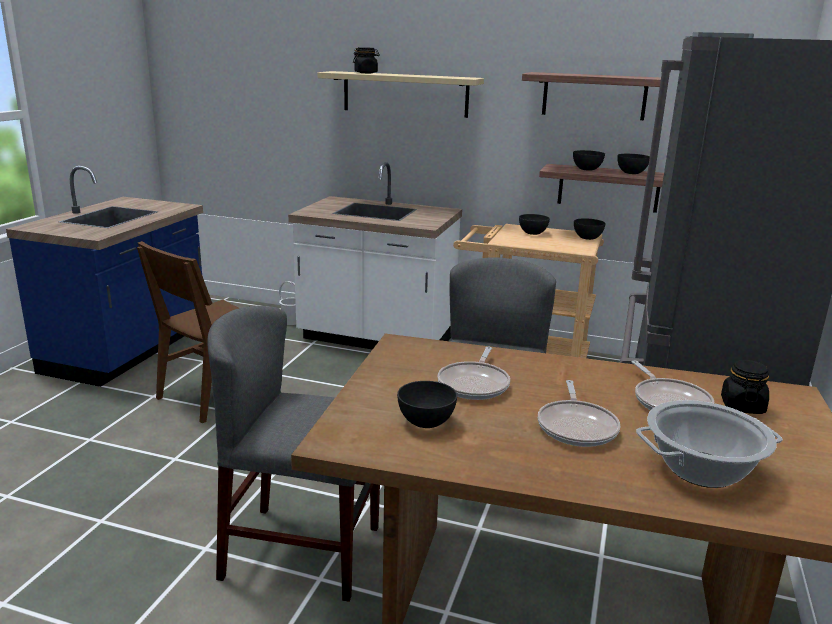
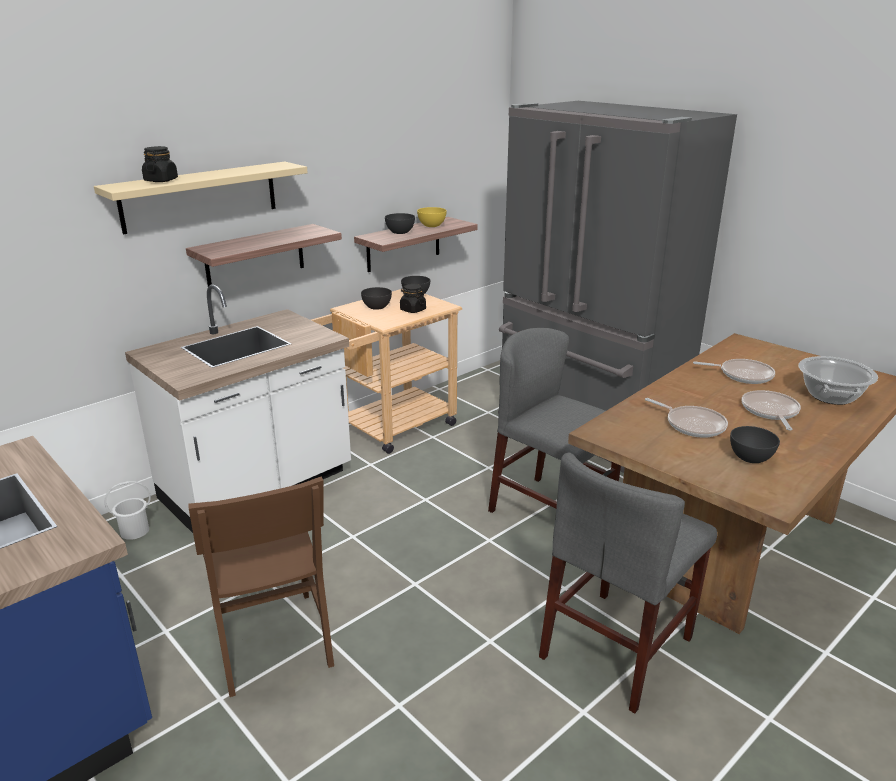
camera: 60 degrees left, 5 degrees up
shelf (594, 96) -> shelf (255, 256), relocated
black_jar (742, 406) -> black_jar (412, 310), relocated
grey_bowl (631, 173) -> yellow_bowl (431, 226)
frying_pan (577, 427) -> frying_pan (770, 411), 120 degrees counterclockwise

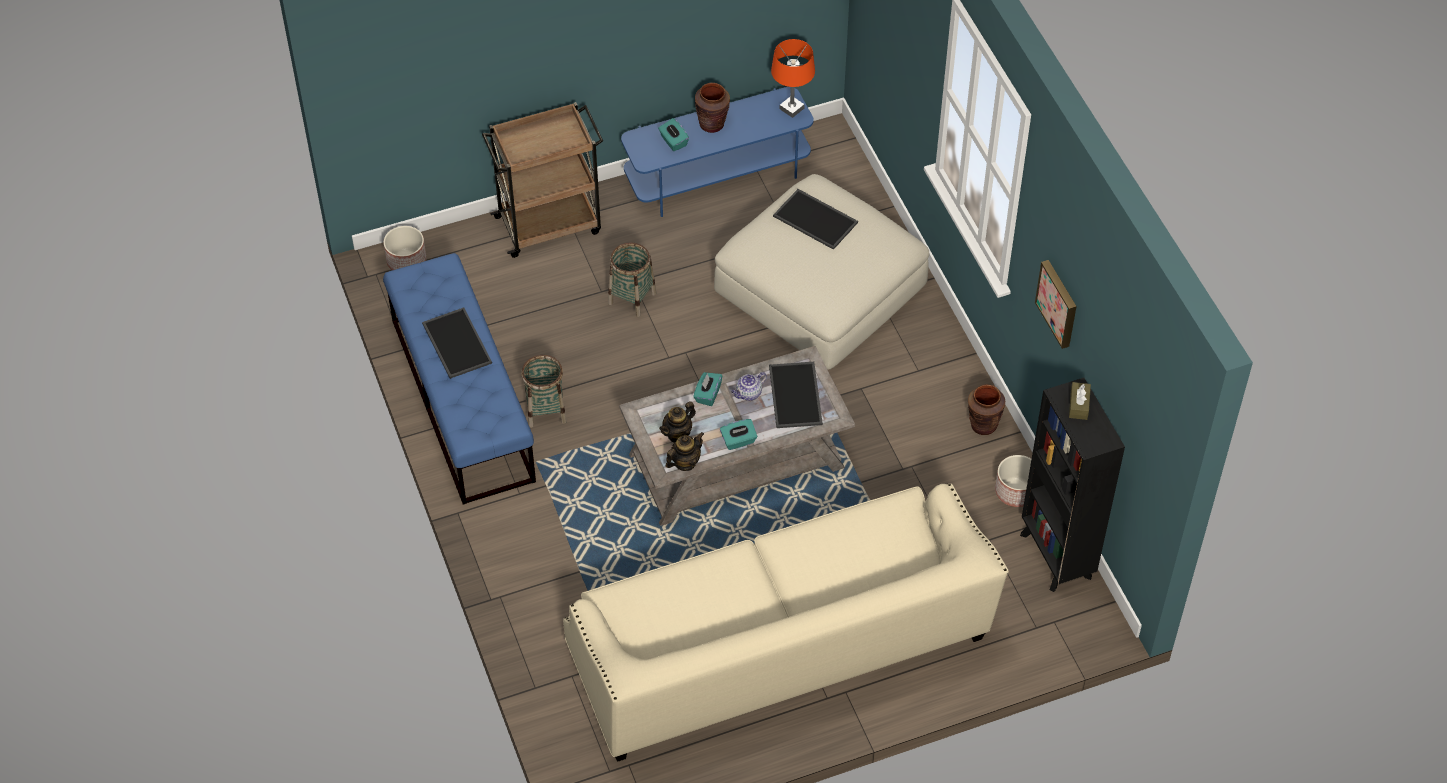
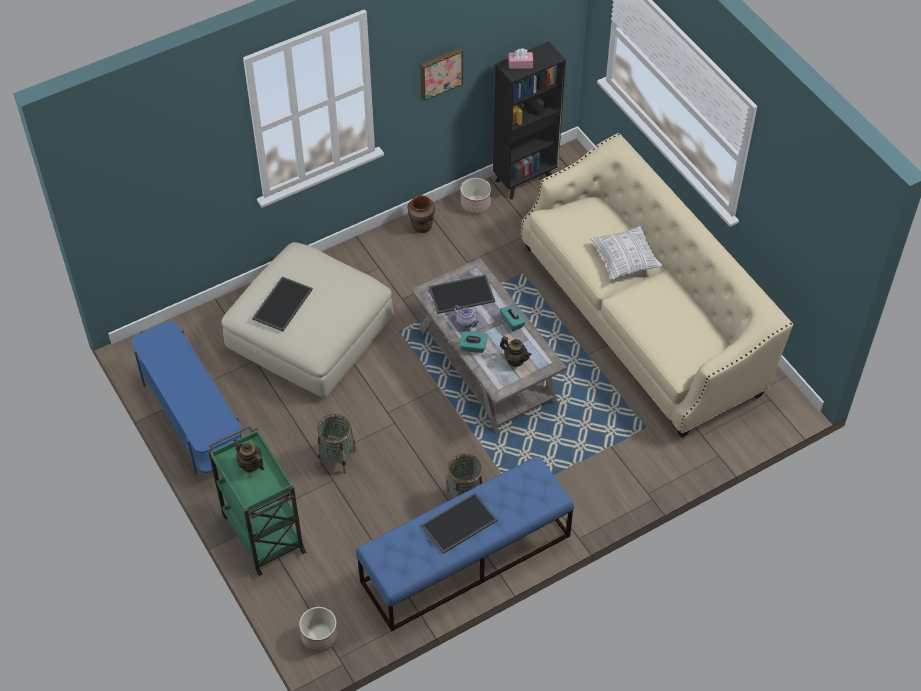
camera: 100 degrees left, 0 degrees up
turquoise_tissue_box (673, 141) -> none
brown_vase (712, 124) -> none
orange_table_lamp (791, 108) -> none
none -> pillow (626, 259)
teapot (685, 462) -> teapot (250, 465), relocated
brown_cart (550, 224) -> green_cart (262, 532)
brown_tissue_box (1078, 405) -> pink_tissue_box (520, 64)

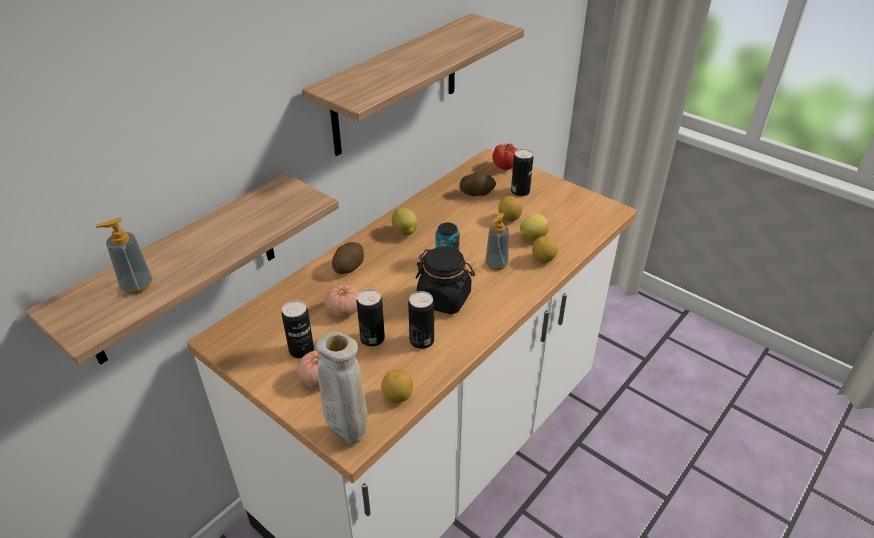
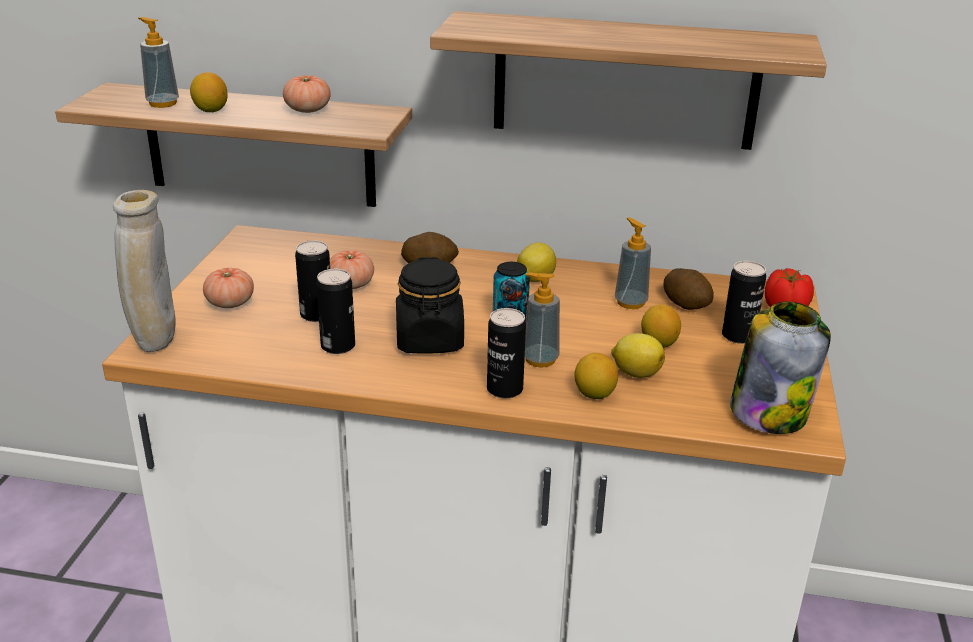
camera: 60 degrees right, 10 degrees down
none -> tomato (307, 110)
none -> soap_dispenser (630, 302)
none -> jar (769, 412)
can (301, 350) -> can (504, 389), relocated
lemon (397, 396) -> lemon (210, 110), relocated

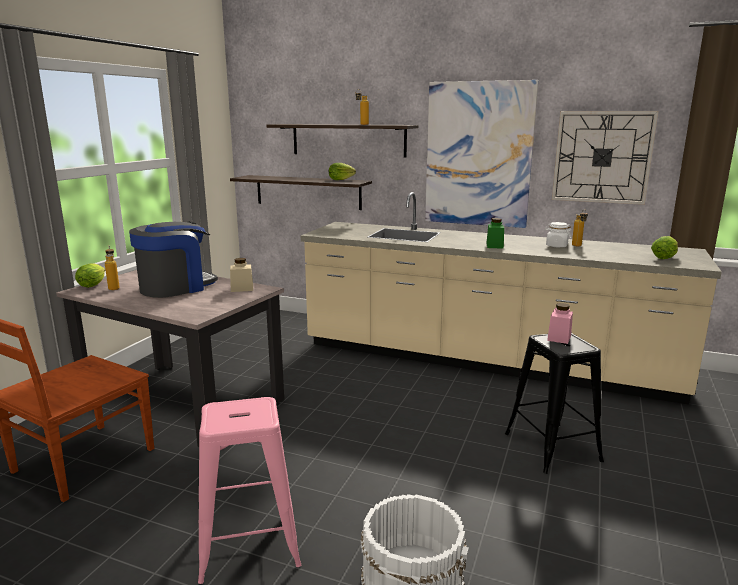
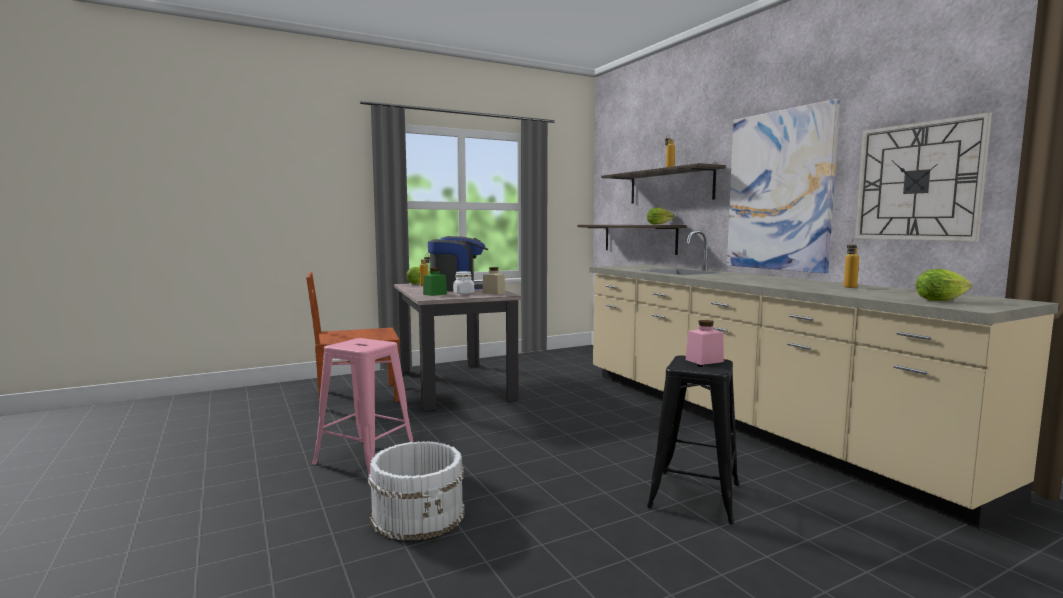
camera: 40 degrees right, 10 degrees down
green_jar (494, 246) -> green_jar (435, 294), relocated
white_jar (556, 246) -> white_jar (463, 293), relocated

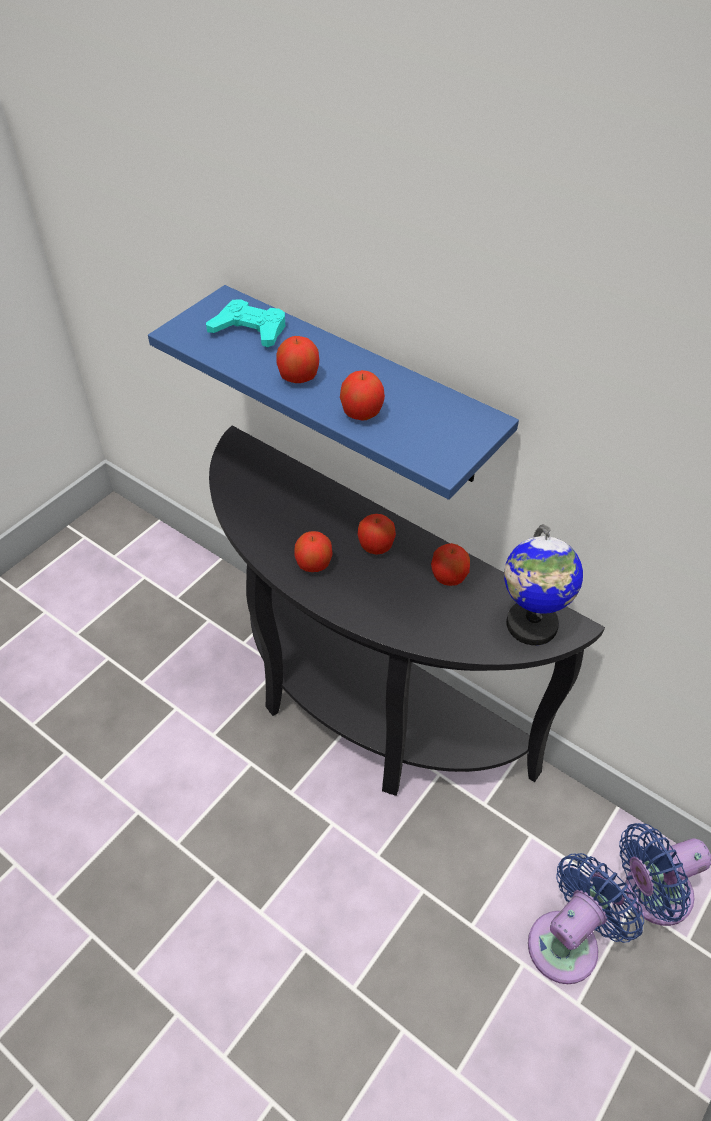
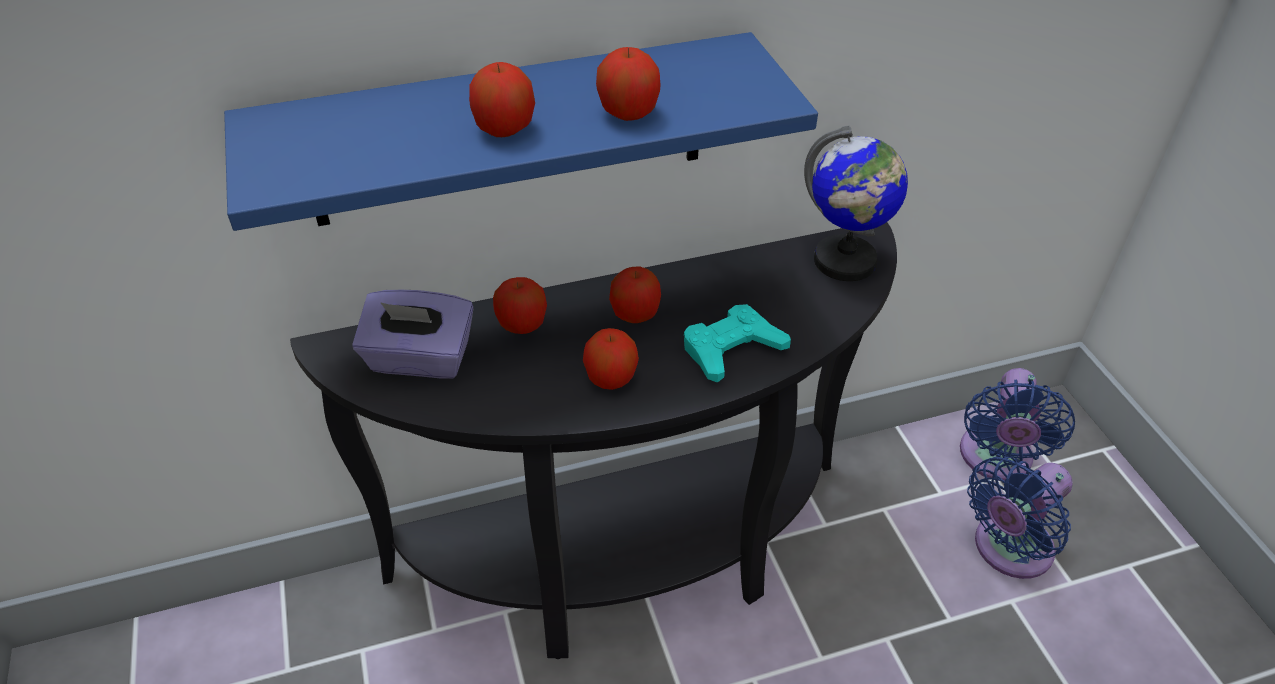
camera: 55 degrees left, 5 degrees down
none -> purple_tissue_box (420, 359)
turquoise_game_controller (249, 330) -> turquoise_game_controller (731, 349), relocated
apple (448, 577) -> apple (522, 325), relocated
blue_fan (568, 941) -> blue_fan (1007, 550), 120 degrees counterclockwise

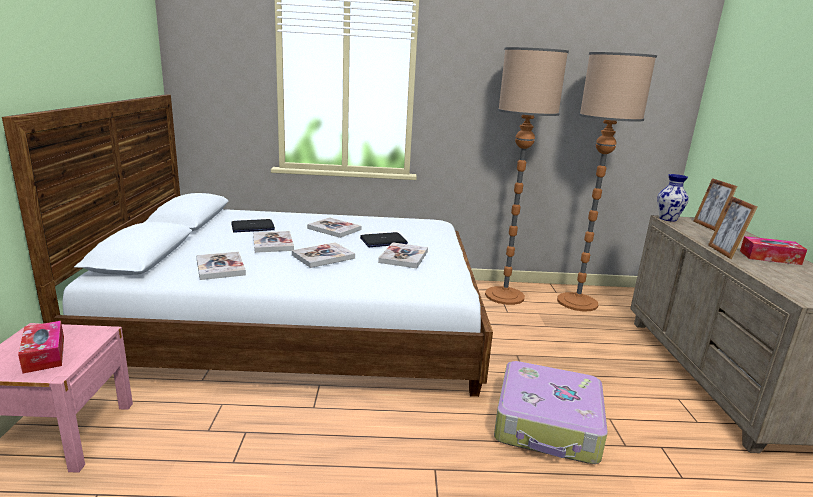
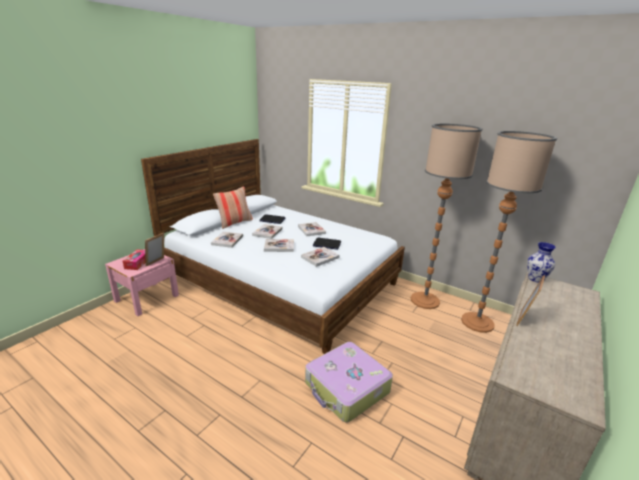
camera: 35 degrees right, 5 degrees up
tissue_box (770, 257) -> none
none -> pillow (234, 223)
picture_frame (708, 226) -> picture_frame (157, 262), relocated

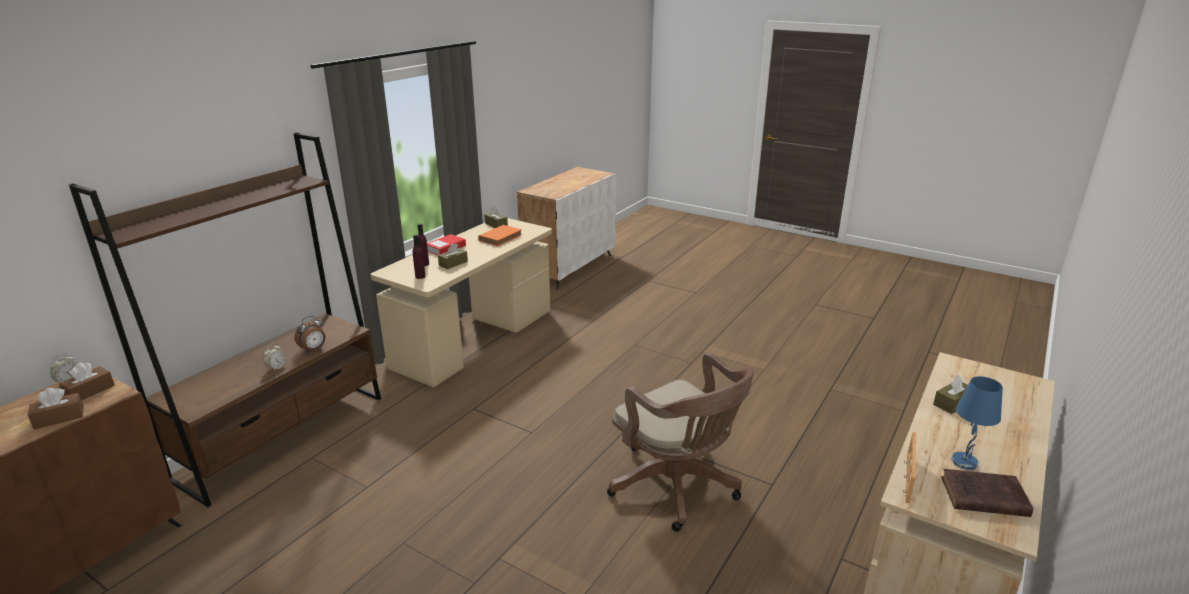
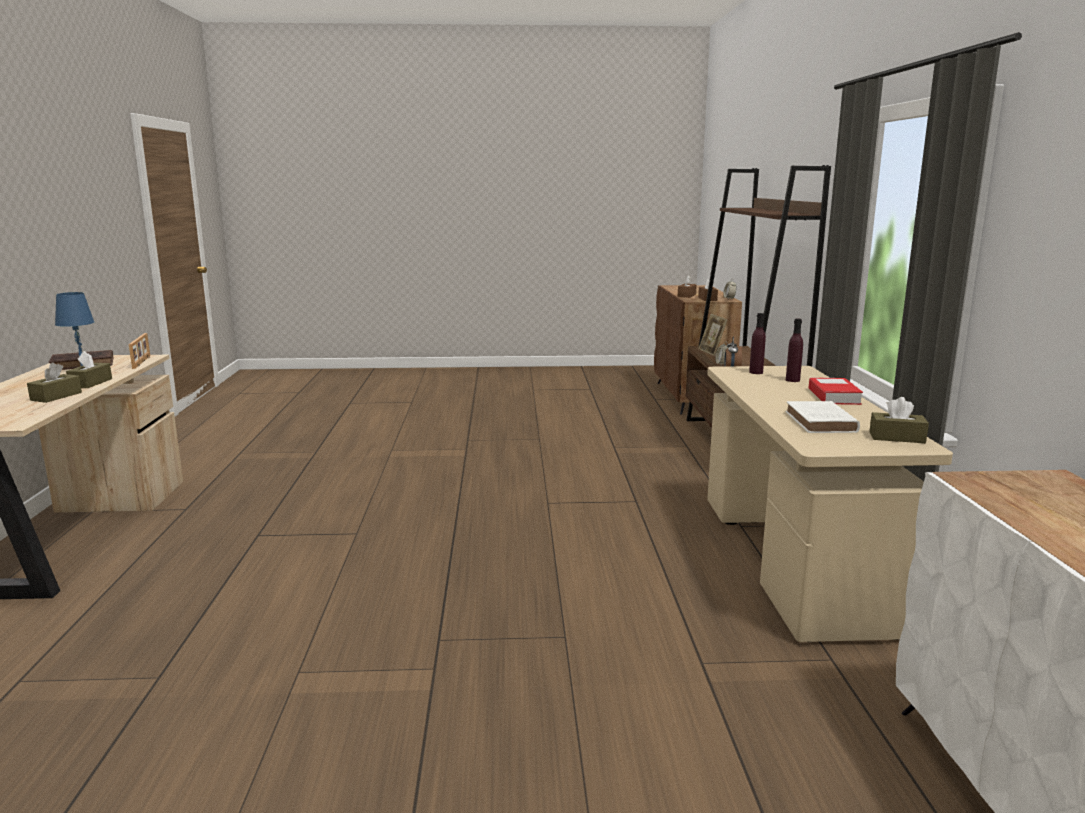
camera: 145 degrees right, 10 degrees down
brown_office_chair (677, 488) -> none
none -> picture_frame (711, 352)
brown_tissue_box (453, 263) -> brown_tissue_box (91, 383), relocated
orange_book (501, 237) -> white_book (821, 423)

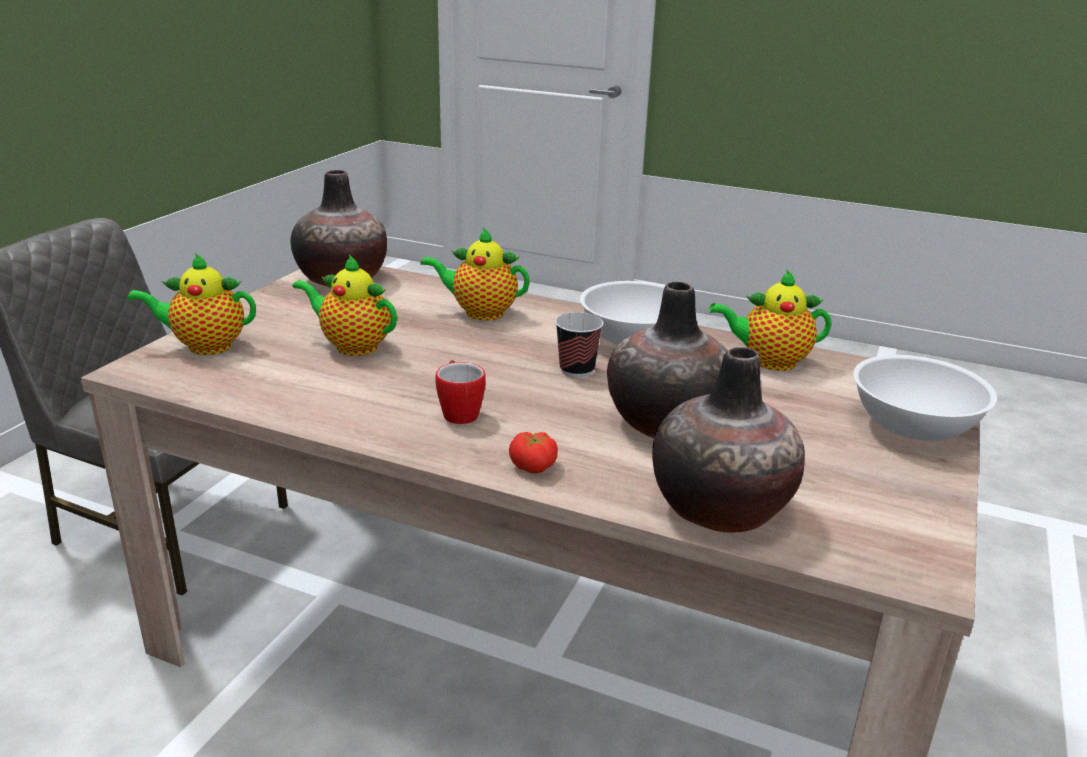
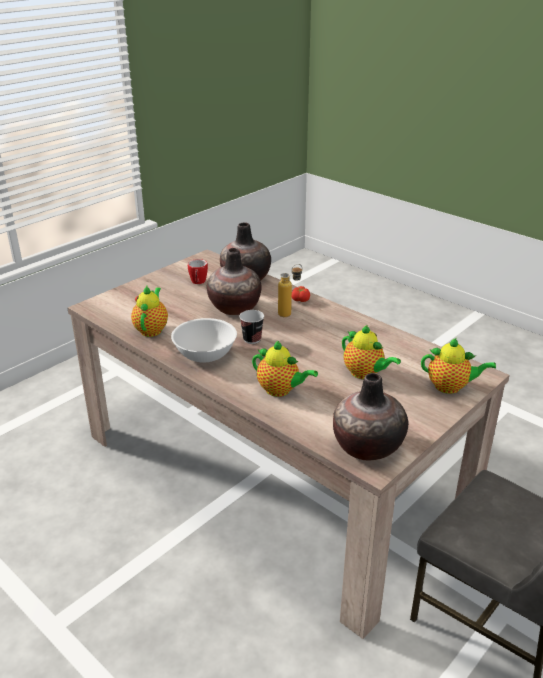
camera: 160 degrees left, 5 degrees up
white_bowl (913, 427) -> none
none -> bottle (289, 313)
mug (459, 412) -> mug (198, 282), relocated
teapot (769, 361) -> teapot (152, 329), 105 degrees counterclockwise

